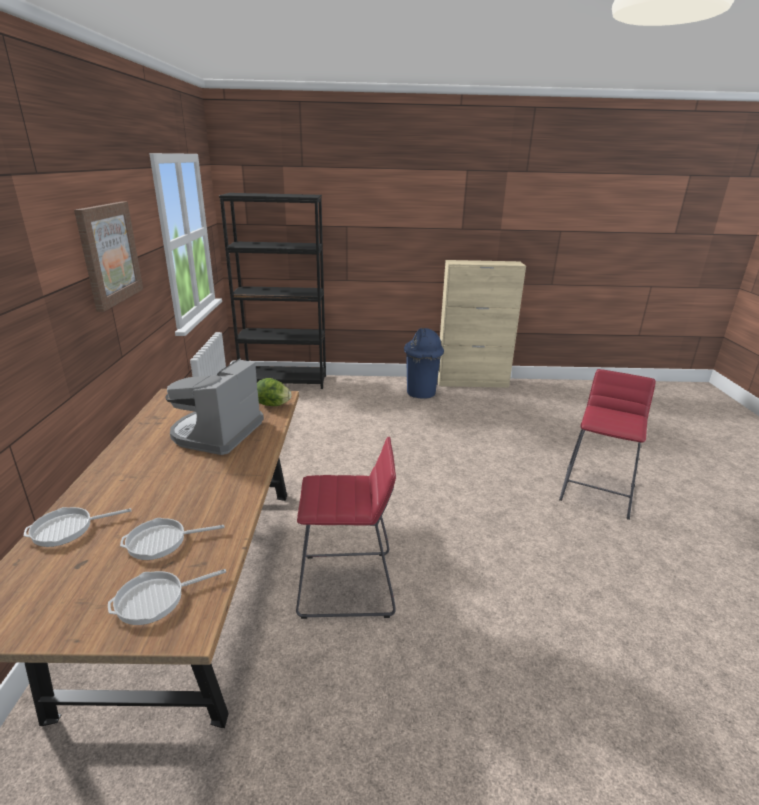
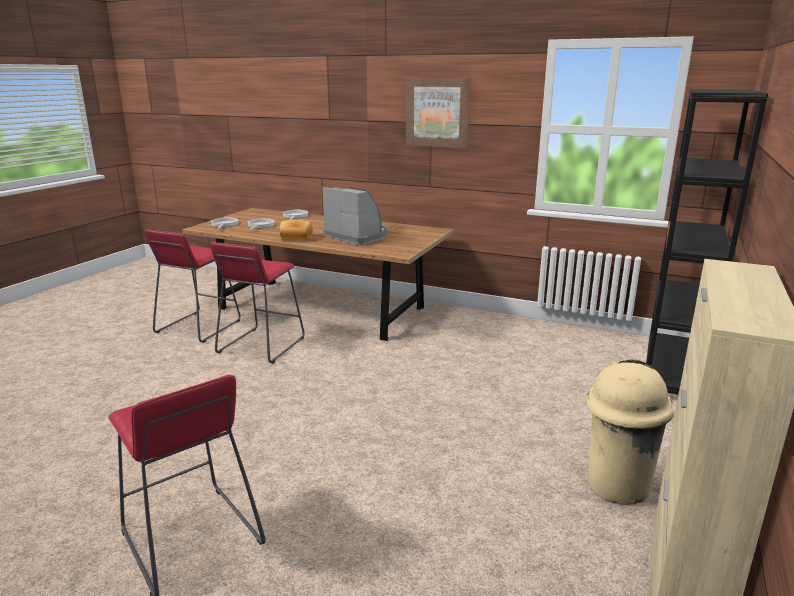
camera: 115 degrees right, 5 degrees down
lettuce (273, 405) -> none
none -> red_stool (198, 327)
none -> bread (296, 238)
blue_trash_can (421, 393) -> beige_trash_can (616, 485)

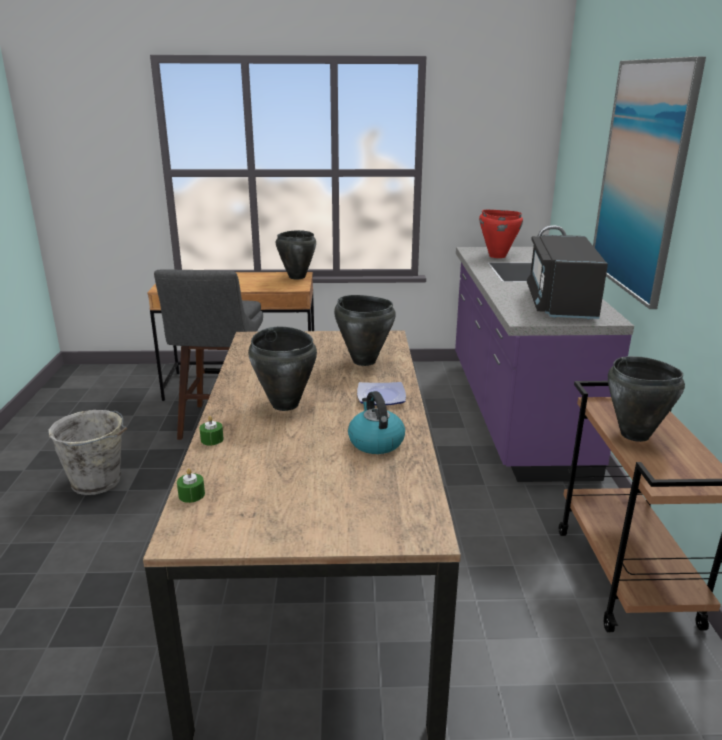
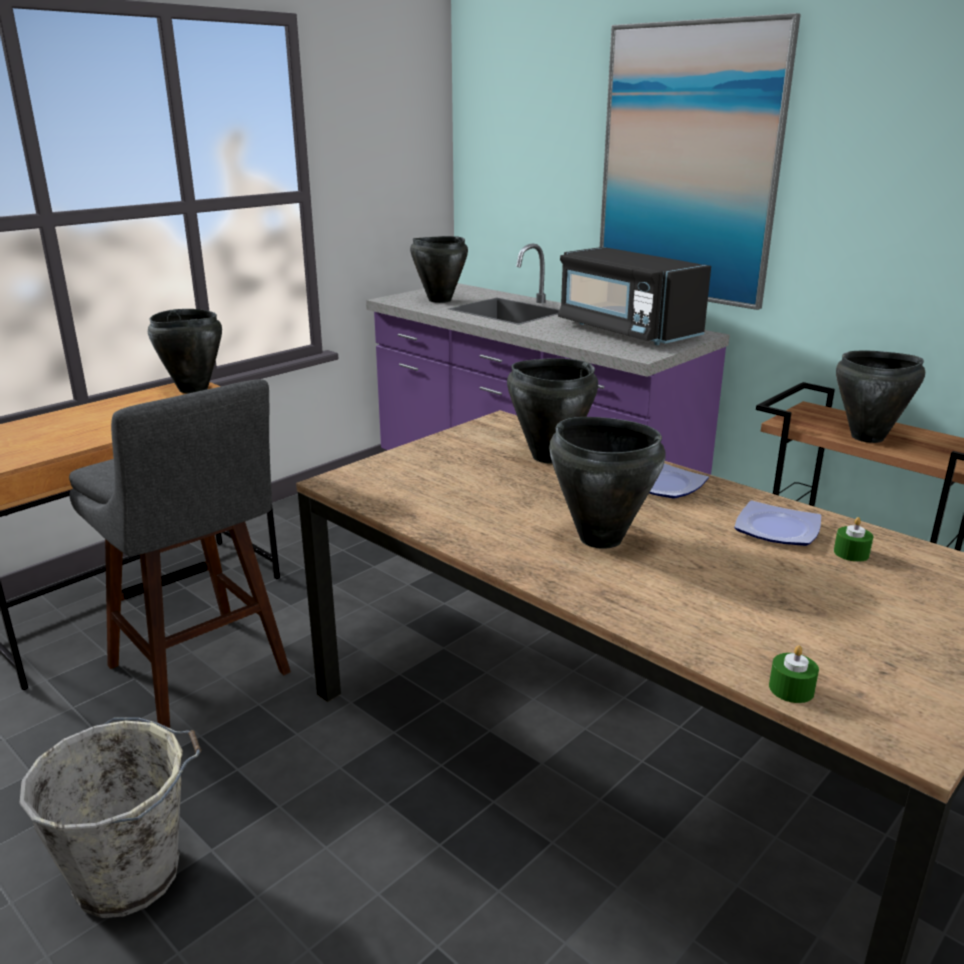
camera: 45 degrees left, 0 degrees up
green_candle (212, 439) -> green_candle (851, 553), relocated
kettle (375, 442) -> plate (778, 530)
red_cooking_pot (497, 256) -> black_cooking_pot (439, 300)

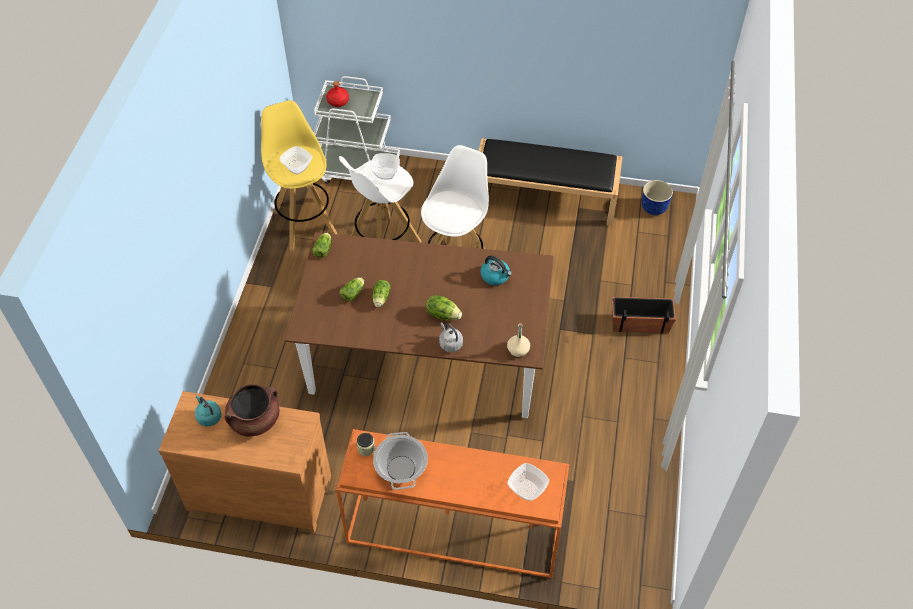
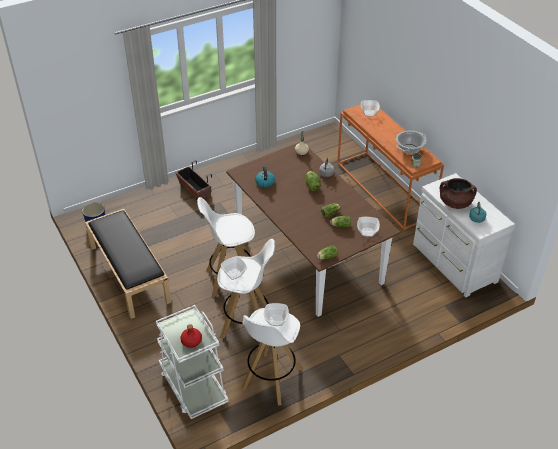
camera: 130 degrees left, 10 degrees down
none -> bowl (367, 232)
brown_dresser (259, 489) -> white_dresser (453, 264)
yellow_stool (304, 222) -> white_stool (271, 379)

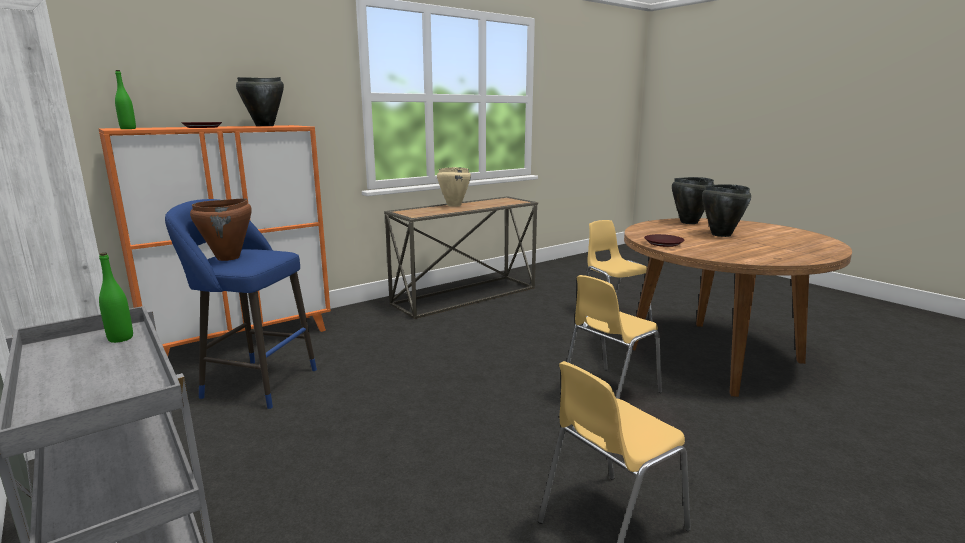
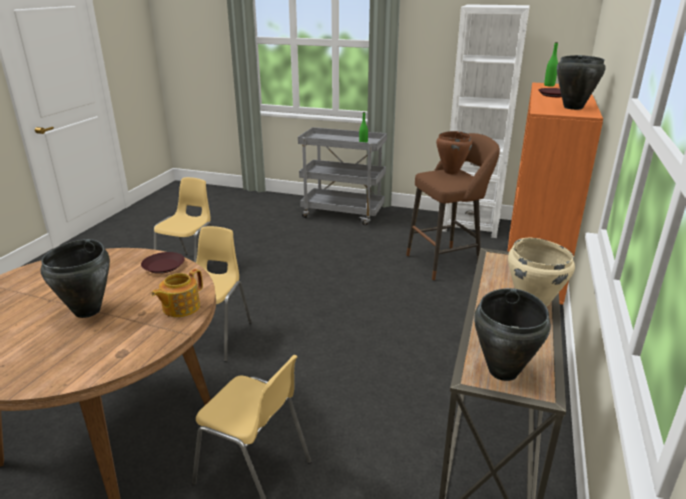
camera: 145 degrees right, 10 degrees up
none -> teapot (180, 307)
black_cooking_pot (688, 222) -> black_cooking_pot (503, 371), relocated
blue_stool (255, 382) -> brown_stool (446, 262)

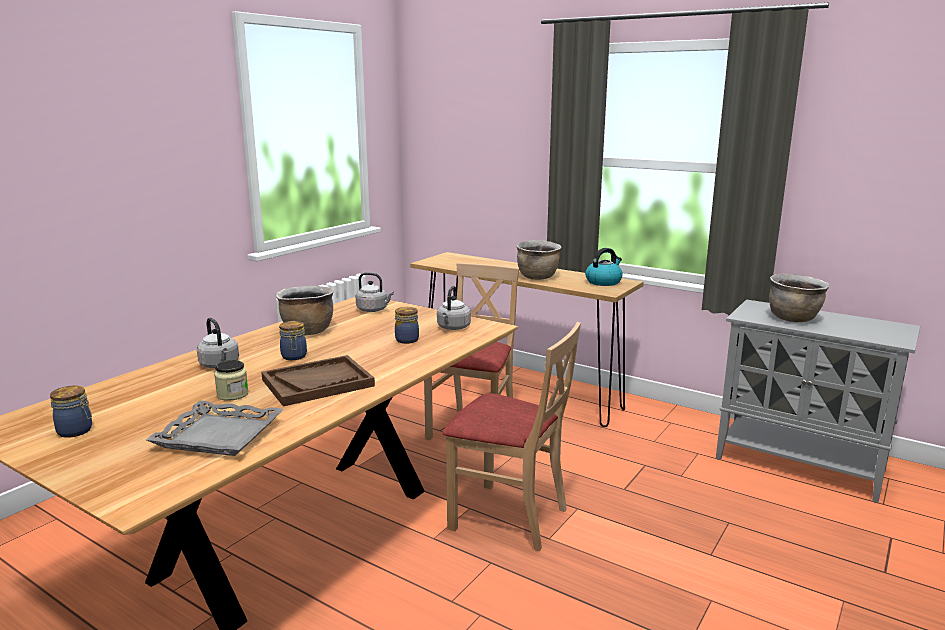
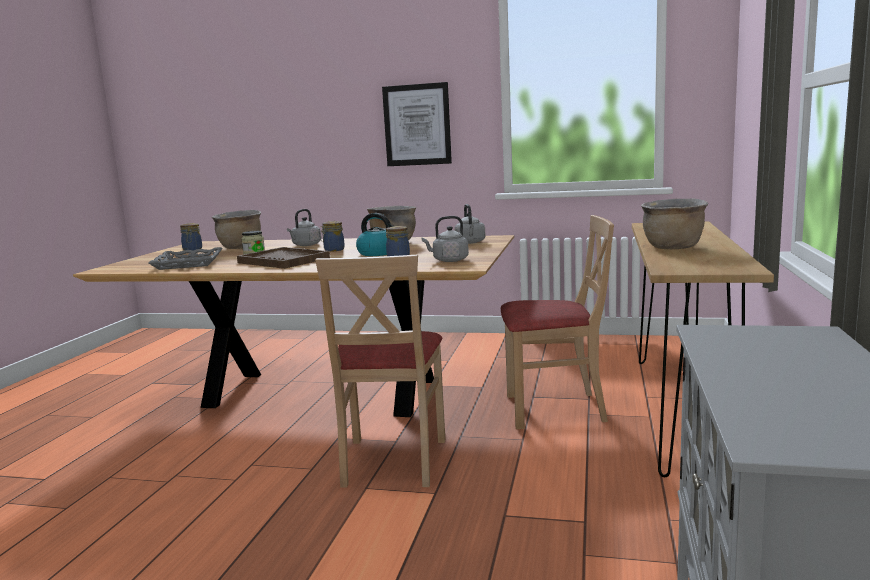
camera: 70 degrees right, 5 degrees down
none -> picture (417, 125)
kettle (603, 282) -> kettle (379, 253), relocated
brown_cooking_pot (793, 318) -> brown_cooking_pot (240, 248), relocated

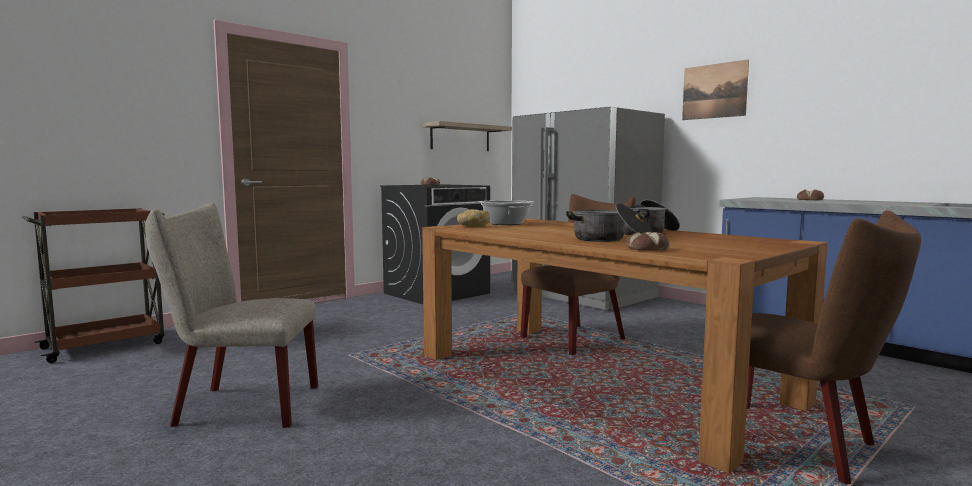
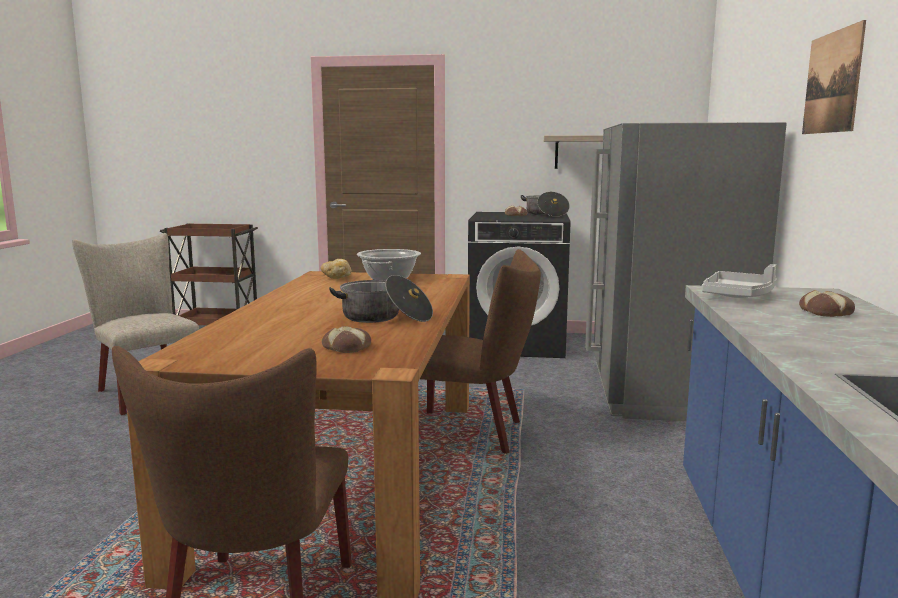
camera: 50 degrees right, 5 degrees up
none -> grey_tray (739, 296)
cooking_pot (611, 239) -> cooking_pot (545, 214), relocated
bread (646, 248) -> bread (347, 347), relocated

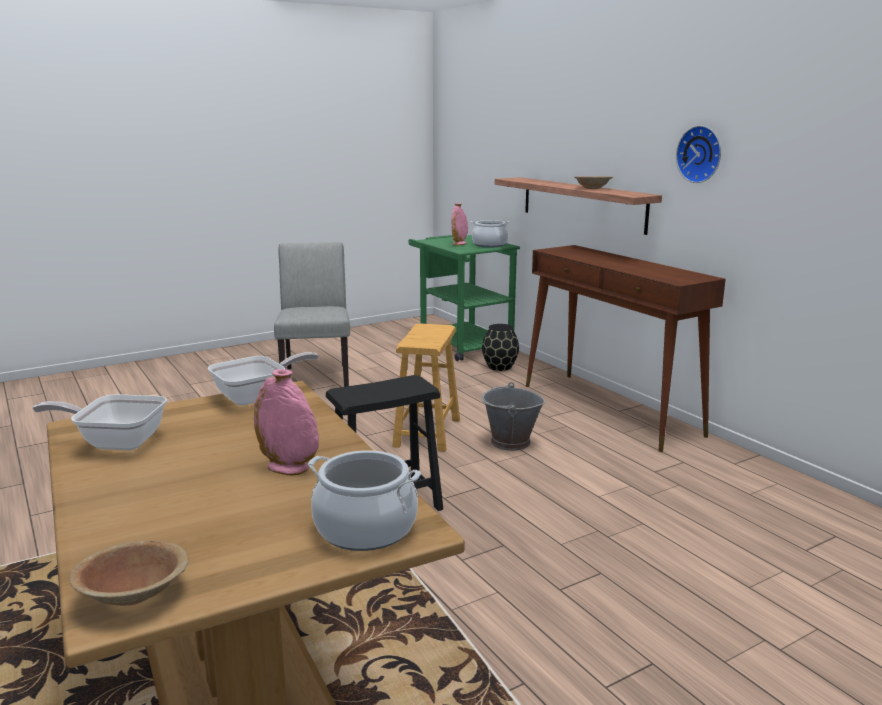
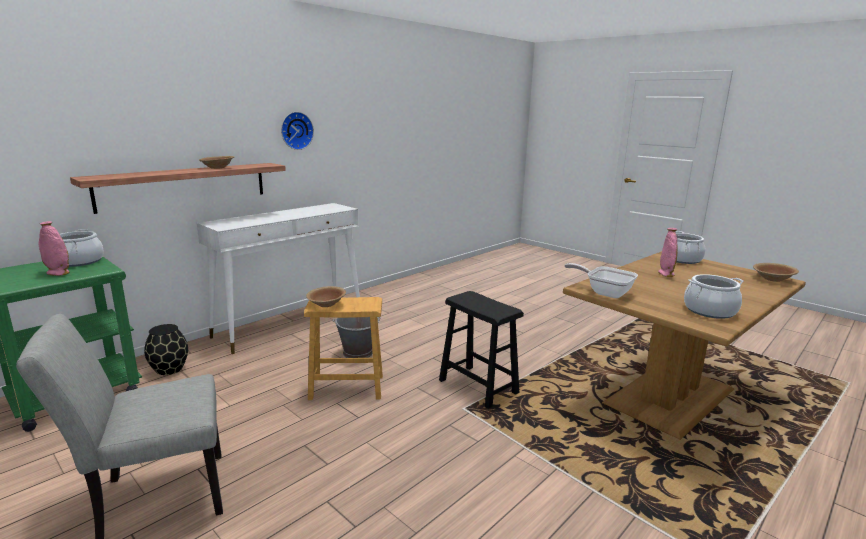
camera: 105 degrees left, 0 degrees up
none -> brown_bowl (326, 304)
frying_pan (116, 442) -> cooking_pot (710, 311)
brown_console_table (610, 410) -> white_console_table (291, 323)

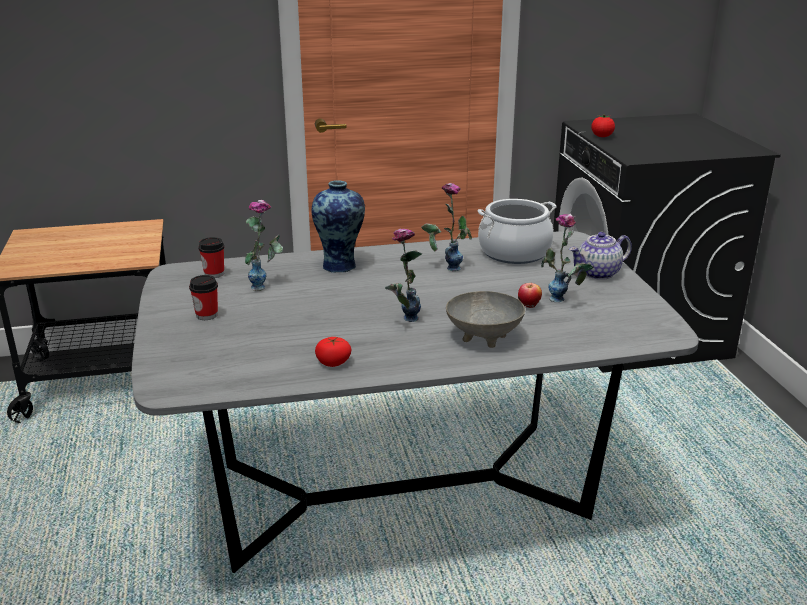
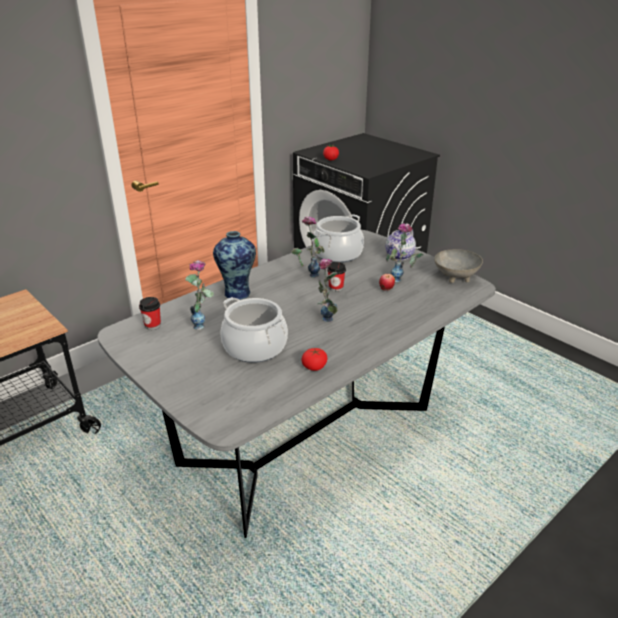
camera: 30 degrees left, 5 degrees up
none -> cooking_pot (255, 347)
cup (206, 315) -> cup (336, 288), relocated
grey_bowl (485, 336) -> grey_bowl (456, 277), relocated

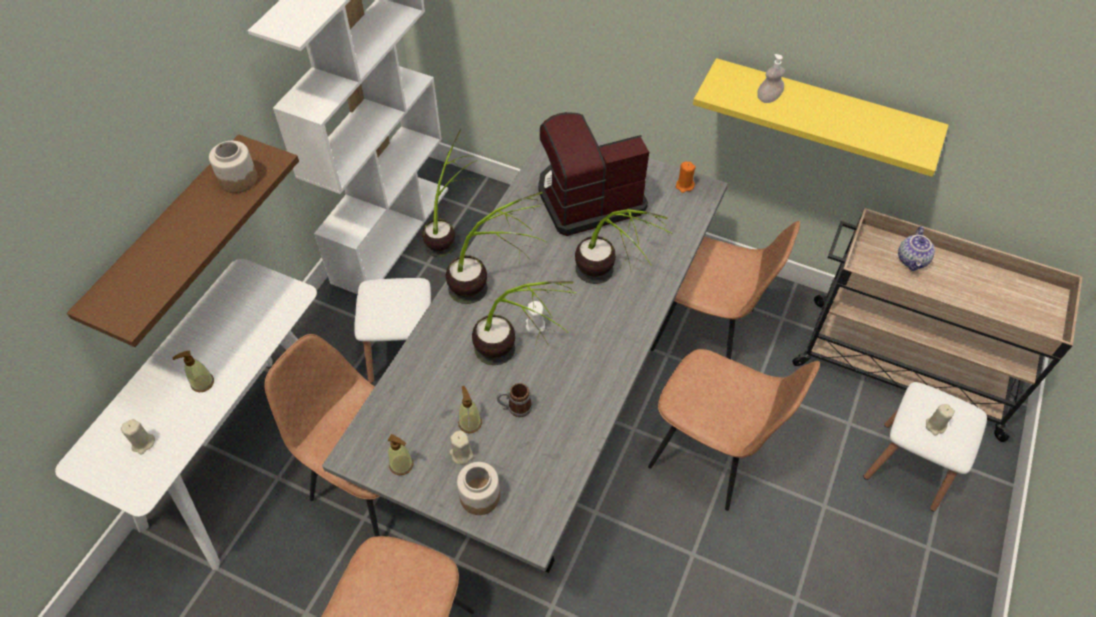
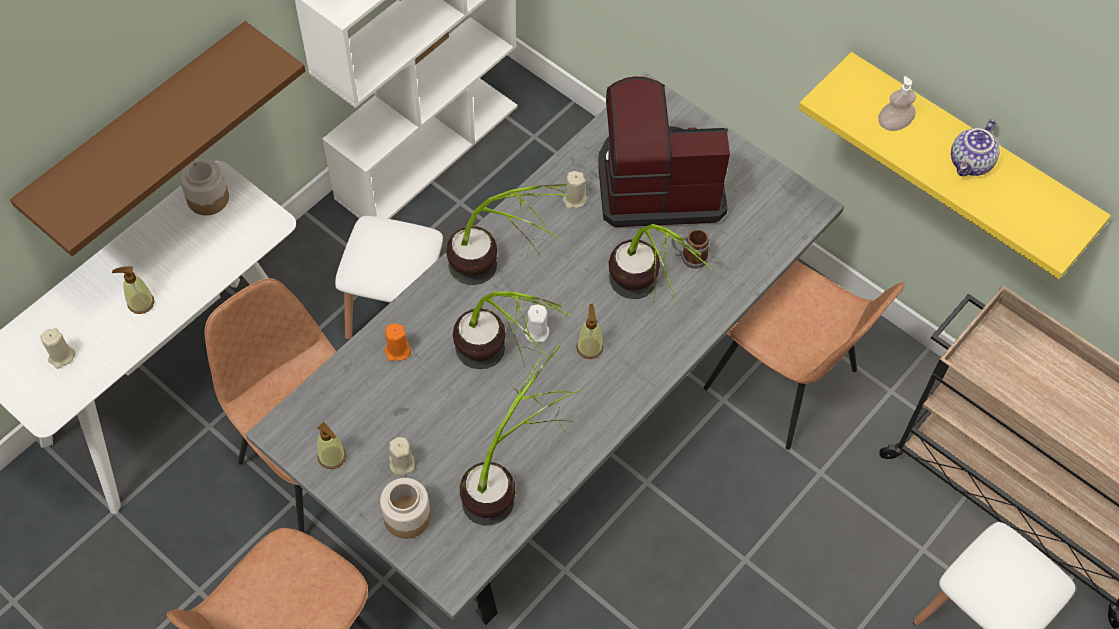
camera: 15 degrees right, 5 degrees up
brown_chair (712, 452) -> none
jar (238, 179) -> jar (208, 198), relocated
potted_plant (450, 232) -> potted_plant (512, 480), relocated
soap_dispenser (470, 423) -> soap_dispenser (589, 347), relocated
mug (515, 408) -> mug (688, 257), relocated
orange_candle (684, 186) -> orange_candle (397, 351), relocated
teapot (912, 260) -> teapot (971, 164), relocated
beige_candle (935, 426) -> beige_candle (574, 199), relocated

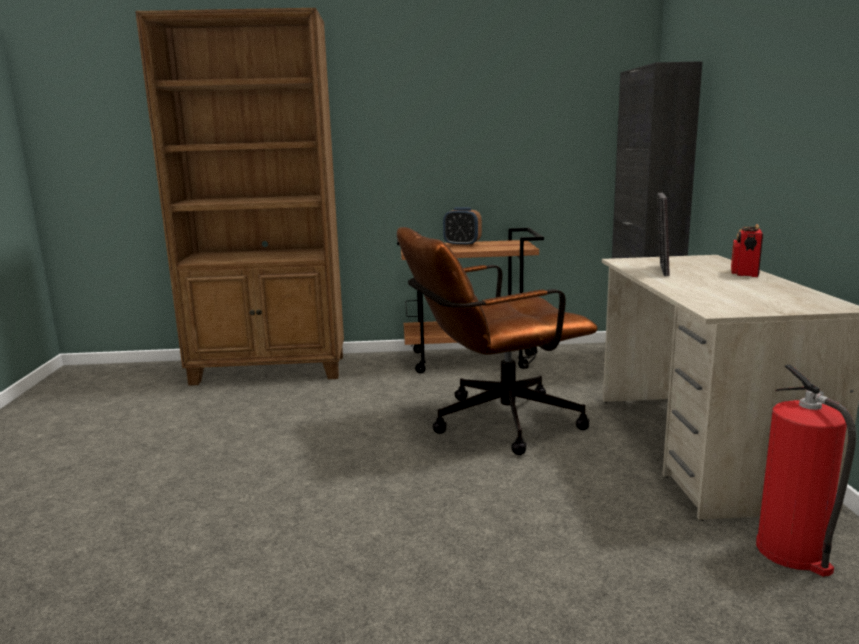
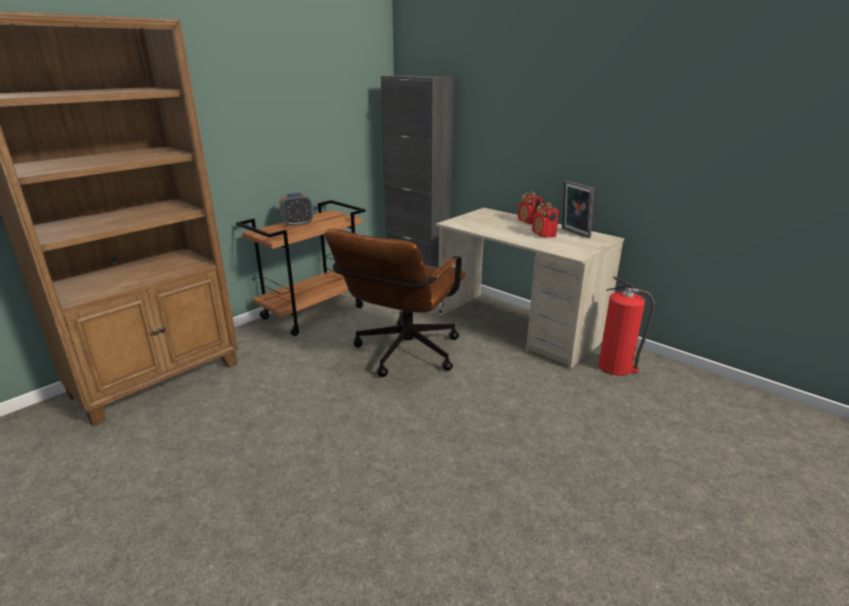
camera: 45 degrees left, 10 degrees up
none -> radio (544, 234)
picture_frame (660, 270) -> picture_frame (574, 233), relocated

